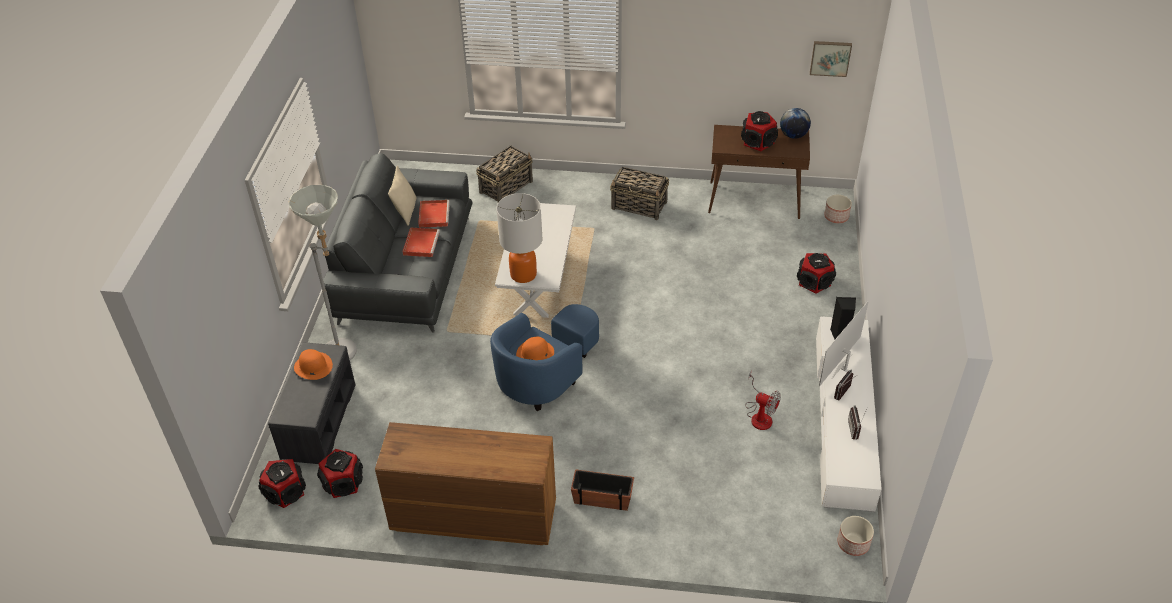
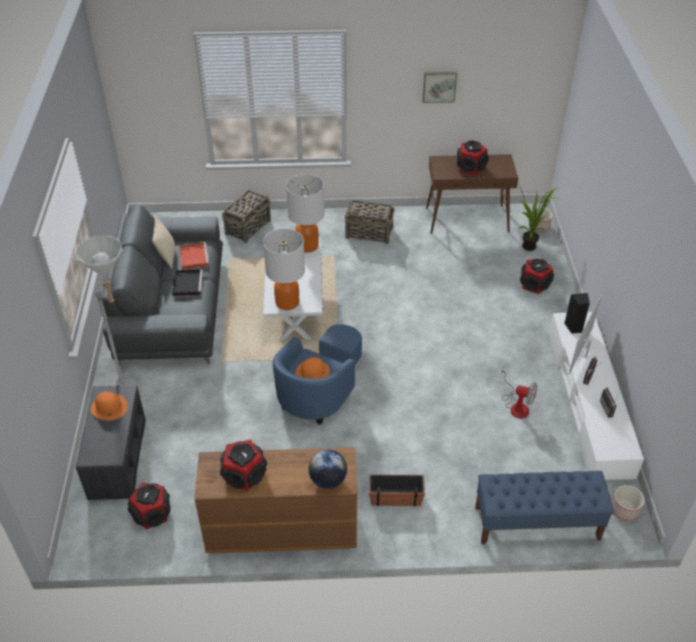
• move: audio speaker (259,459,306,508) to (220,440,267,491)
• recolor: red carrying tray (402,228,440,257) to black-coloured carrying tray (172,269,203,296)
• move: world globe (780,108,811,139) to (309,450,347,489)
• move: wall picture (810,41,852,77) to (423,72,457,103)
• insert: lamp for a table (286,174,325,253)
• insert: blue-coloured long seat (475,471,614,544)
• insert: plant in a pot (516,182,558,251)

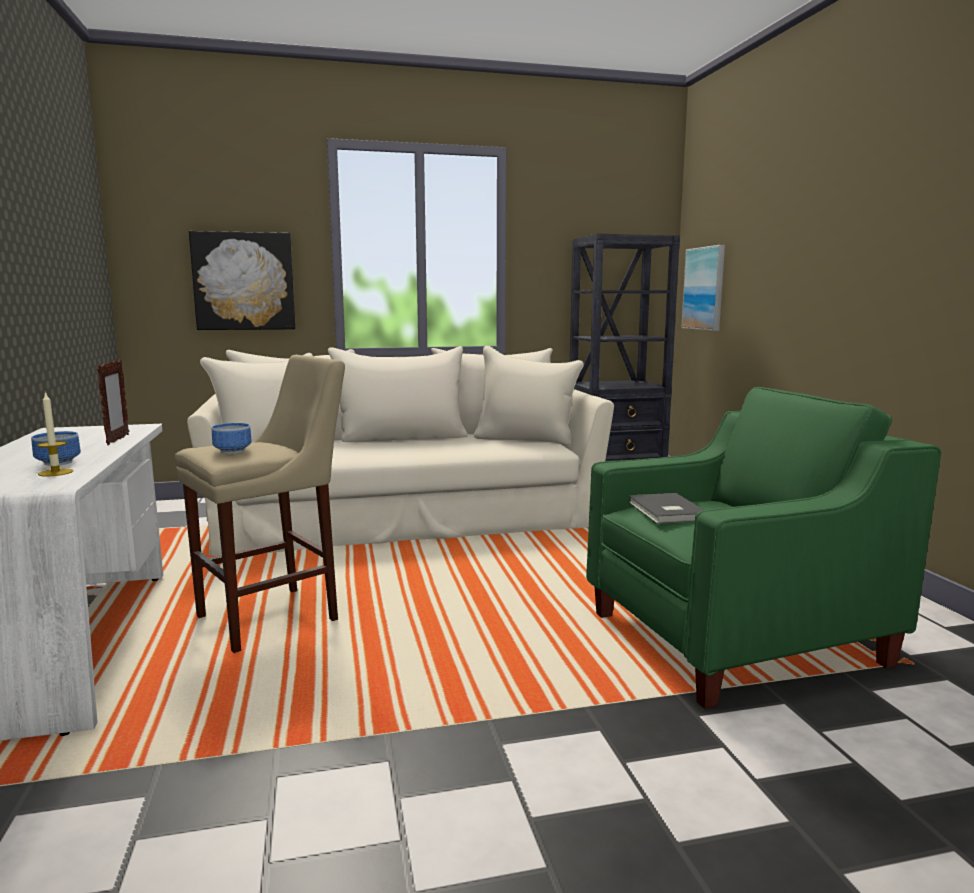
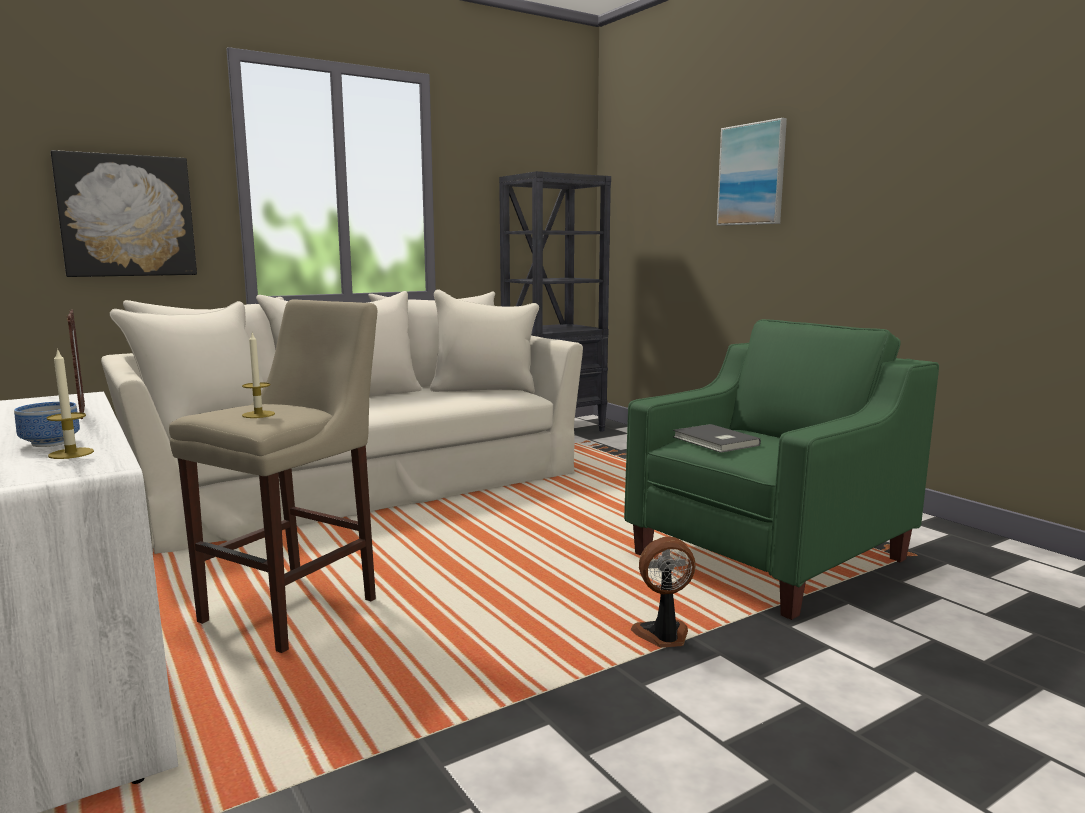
• replace: serving bowl (212,423,252,454) to wax light (242,333,275,418)
• move: wall picture (681,245,725,331) to (717,118,787,226)
• insert: fan (631,536,695,648)

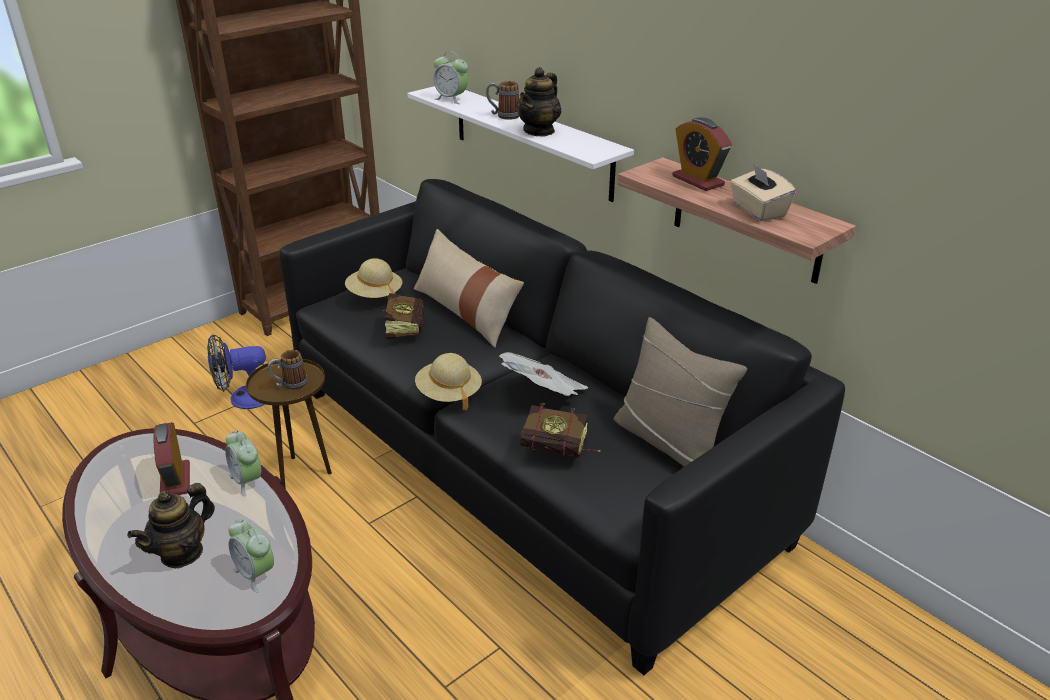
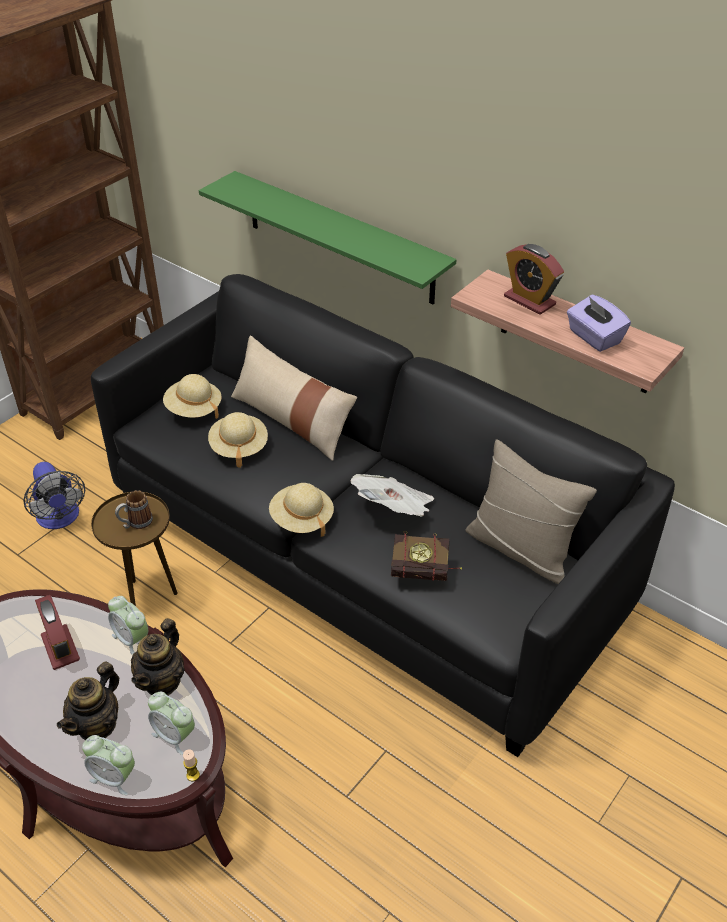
• rotate: fan (207,334,266,409) = (23,462,85,529) 90 degrees counterclockwise
• replace: bound book (383,293,425,340) to beige clothing hat (208,412,268,468)
• recolor: whitish bracket shelf (407,86,634,202) to green-coloured bracket shelf (199,171,456,304)
• move: bedside clock (433,51,468,104) to (82,735,135,795)
• delete: mug (486,81,520,120)
• move: teapot (517,67,561,137) to (131,618,185,696)
• recolor: beige box of tissues (730,163,796,221) to purplish box of tissues (567,295,631,352)
• insert: wax light (183,749,200,781)

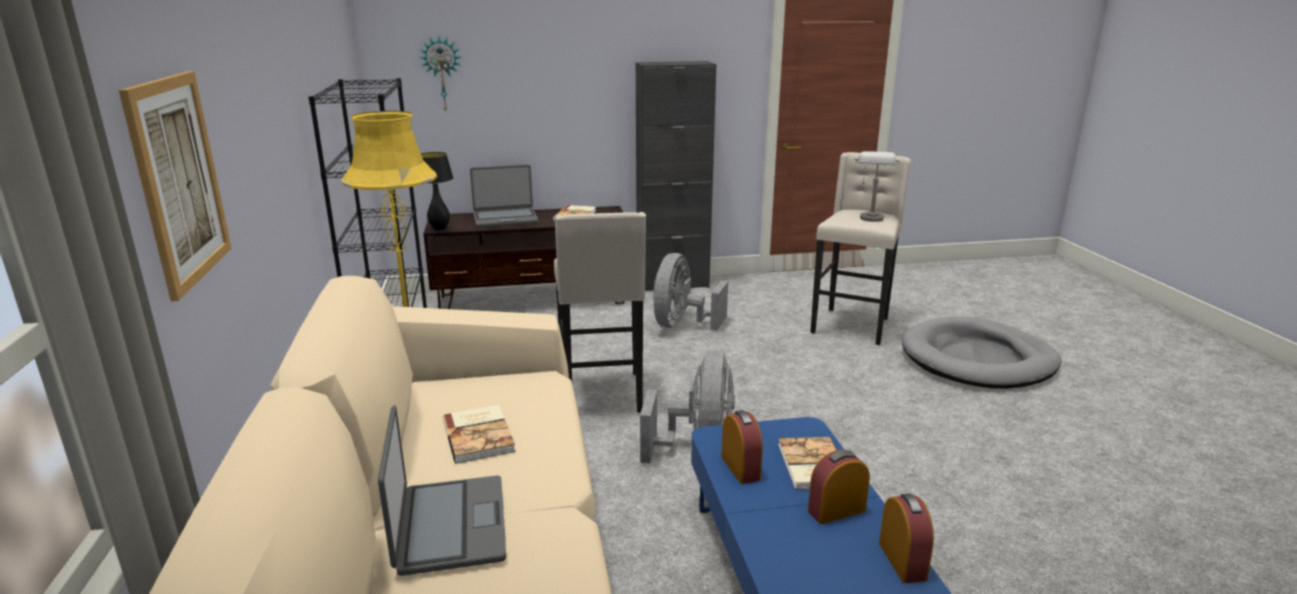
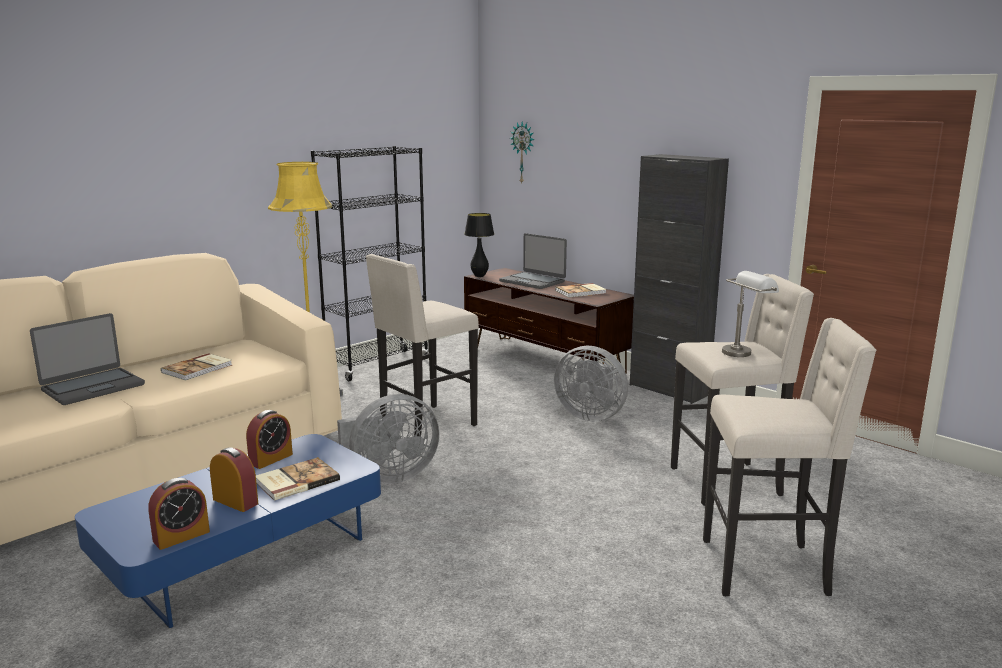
• delete: wall picture (119,71,232,301)
• rotate: grey fan (654,253,728,330) = (554,346,628,421) 135 degrees counterclockwise
• replace: grey dog cushion (901,316,1062,389) to beige stool (703,318,877,596)

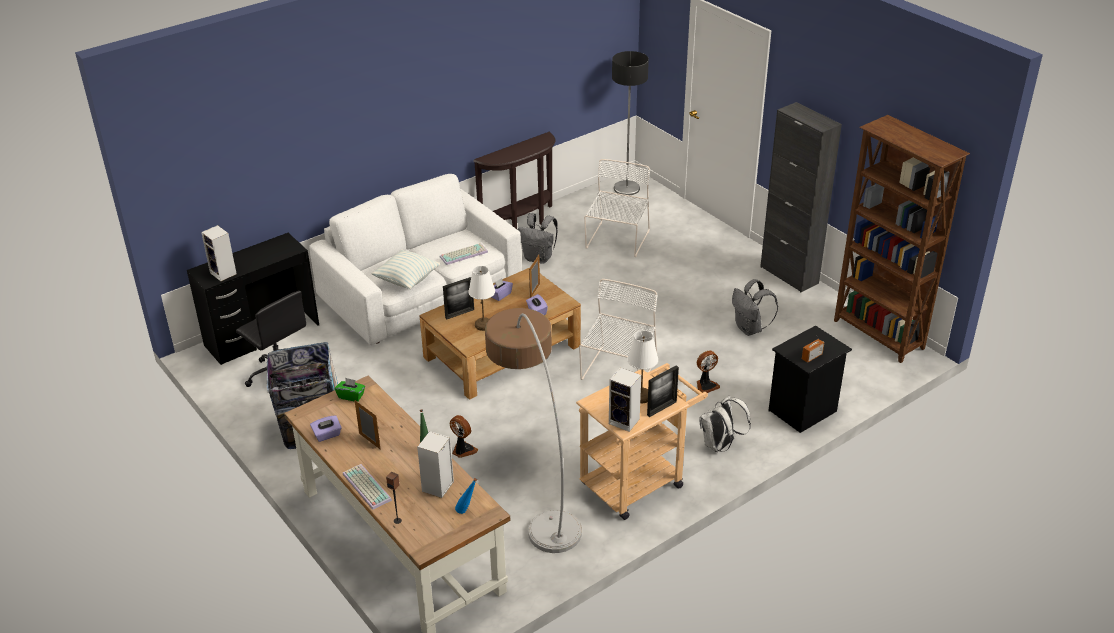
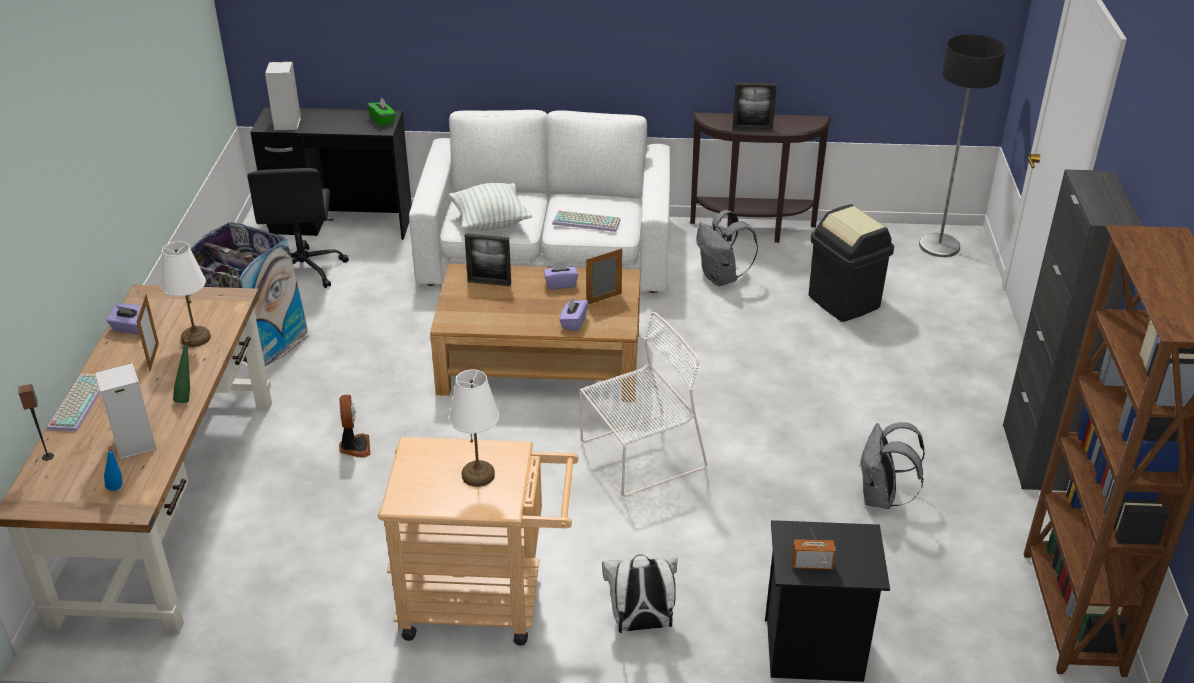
• move: green-coloured box of tissues (335,378,365,402) to (367,98,396,126)
• move: whitish lamp for a table (468,266,495,331) to (161,241,211,347)
• delete: floor lamp (485,308,582,553)
• replace: whitish upright chair (584,159,650,257) to black-coloured trash can (809,204,894,322)
• delete: audio speaker (609,367,641,432)
• move: picture frame (647,365,679,417) to (732,83,777,131)
• delete: fan (697,351,720,393)

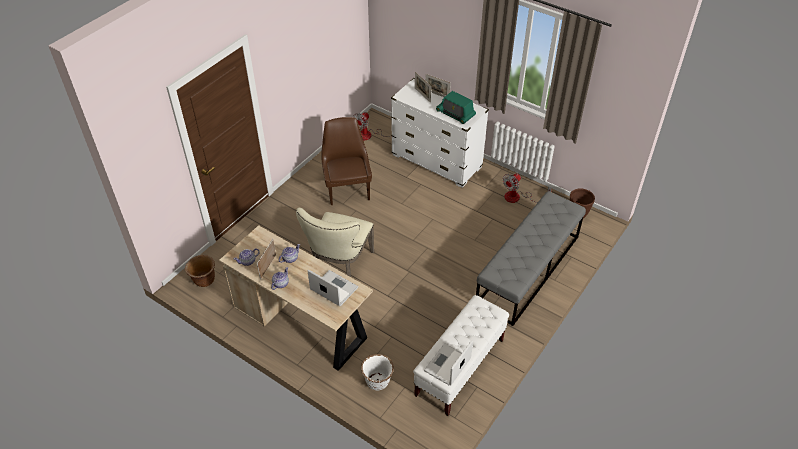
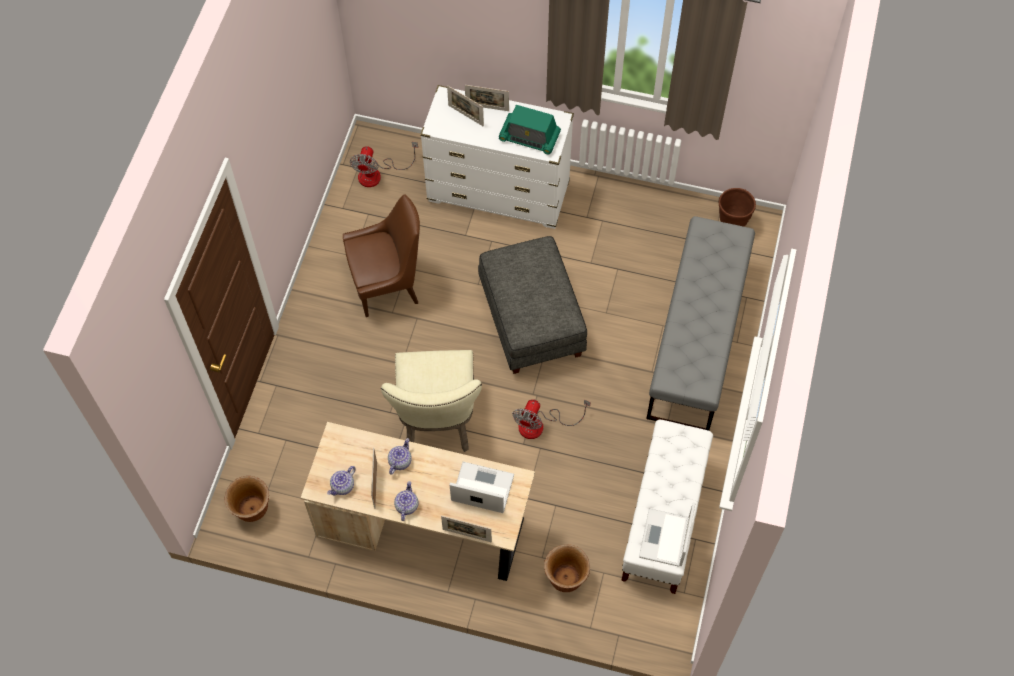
• rotate: brownish upright chair (321,117,372,205) = (343,194,420,317) 105 degrees clockwise
• recolor: whitish flower pot (361,354,394,391) to brownish flower pot (544,544,590,592)
• move: fan (503,173,552,203) to (512,399,590,439)
• insert: picture frame (441,516,492,542)
• insert: grey pouffe (478,236,587,374)

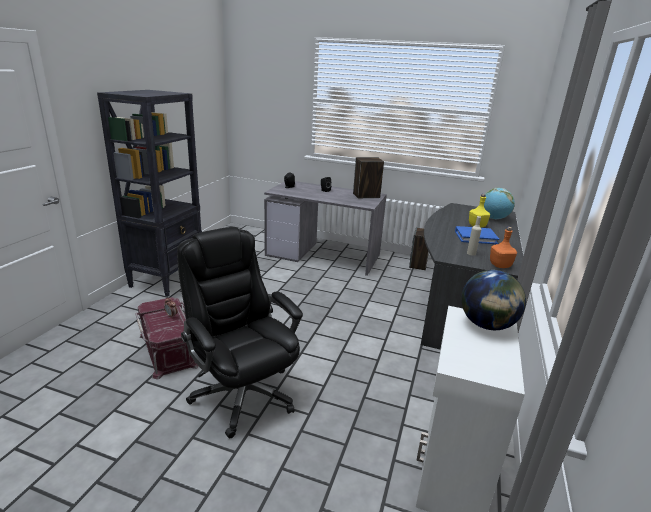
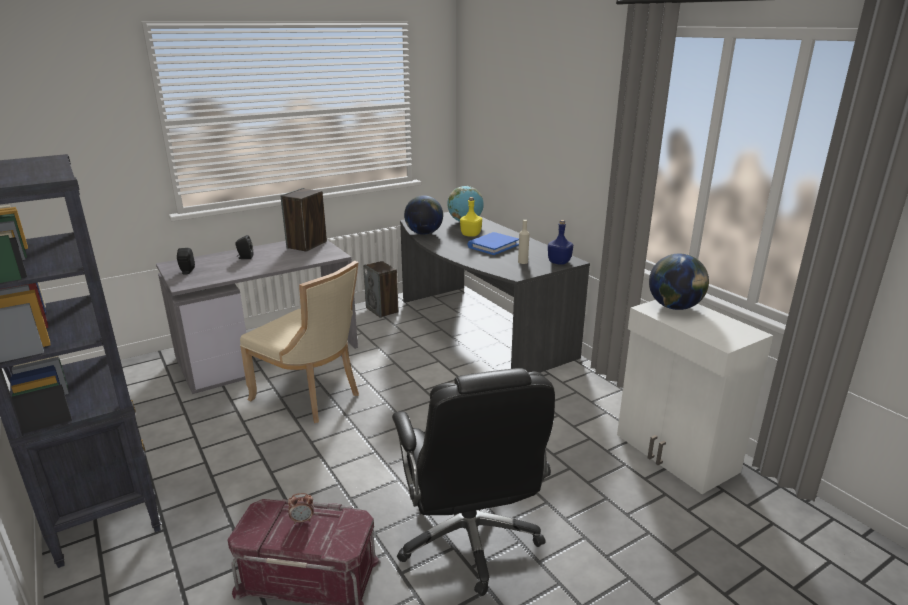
• rotate: black-coloured computer chair (177,227,303,438) = (392,368,555,596) 105 degrees counterclockwise
• recolor: orange beverage bottle (490,227,517,268) to blue-coloured beverage bottle (548,220,573,265)
• insert: beige upright chair (240,261,359,423)
• insert: world globe (404,195,443,235)

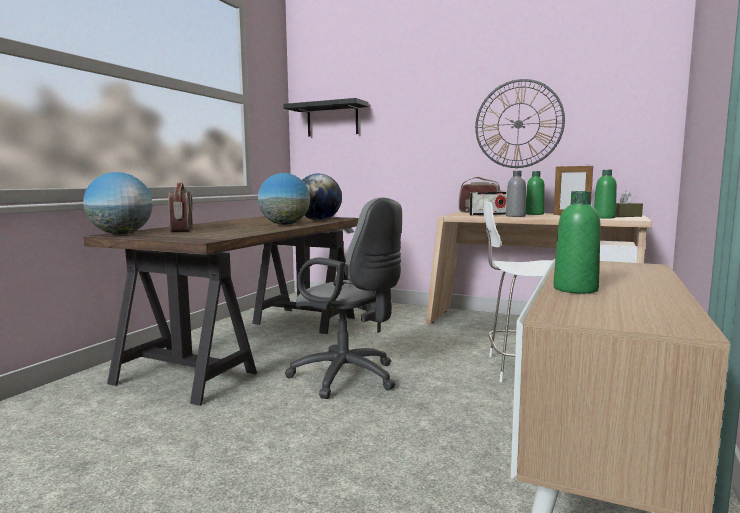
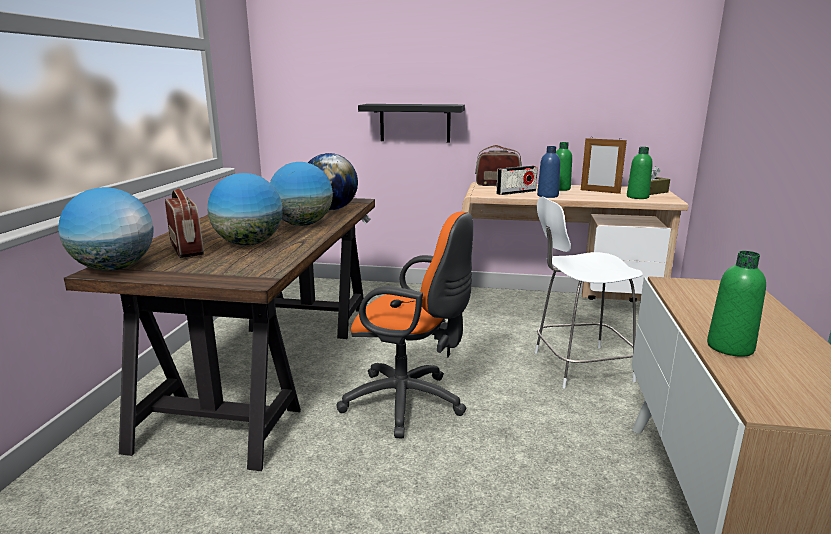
• move: black-coloured bracket shelf (283,98,369,137) to (358,104,465,143)
• recolor: grey computer chair (285,198,402,399) to orange computer chair (337,211,473,438)
• delete: clock on the wall (475,79,565,168)
• recolor: grey beverage bottle (506,171,526,217) to blue-coloured beverage bottle (537,146,560,198)
• insert: world globe (207,173,283,246)

